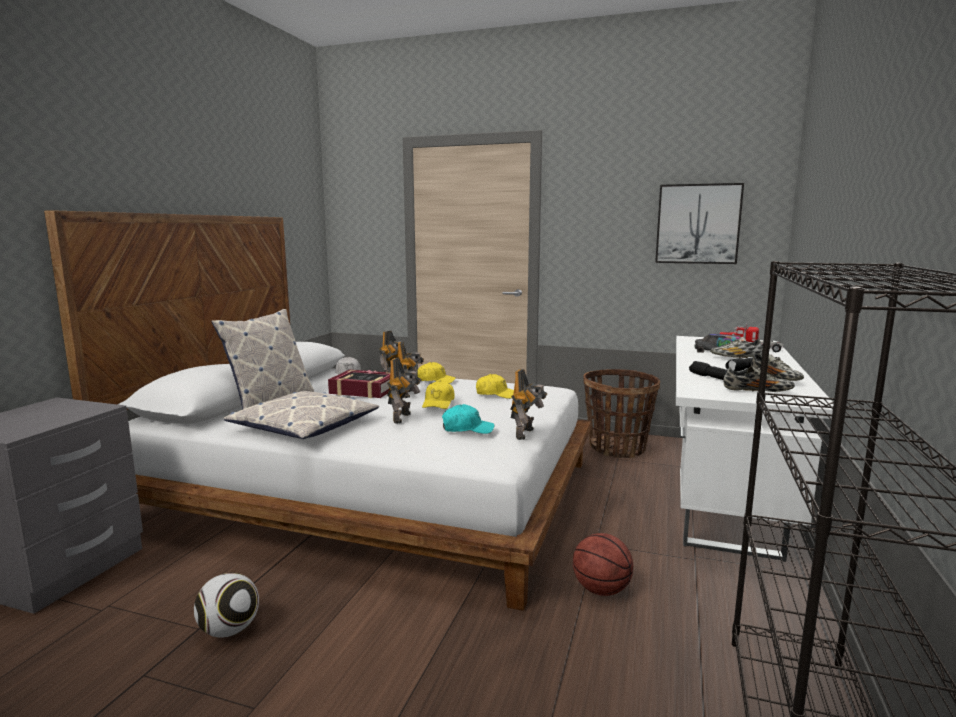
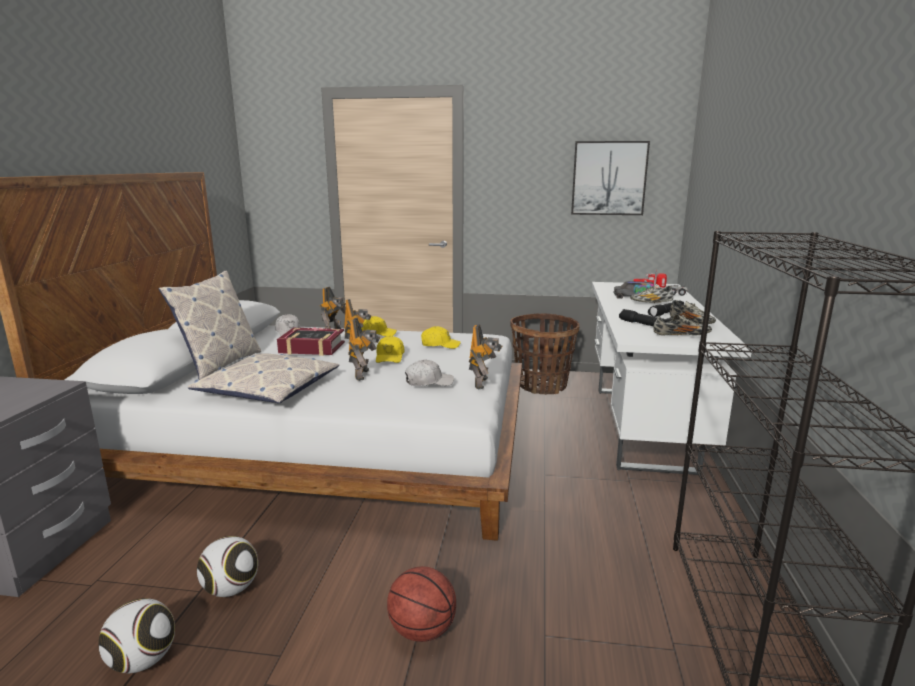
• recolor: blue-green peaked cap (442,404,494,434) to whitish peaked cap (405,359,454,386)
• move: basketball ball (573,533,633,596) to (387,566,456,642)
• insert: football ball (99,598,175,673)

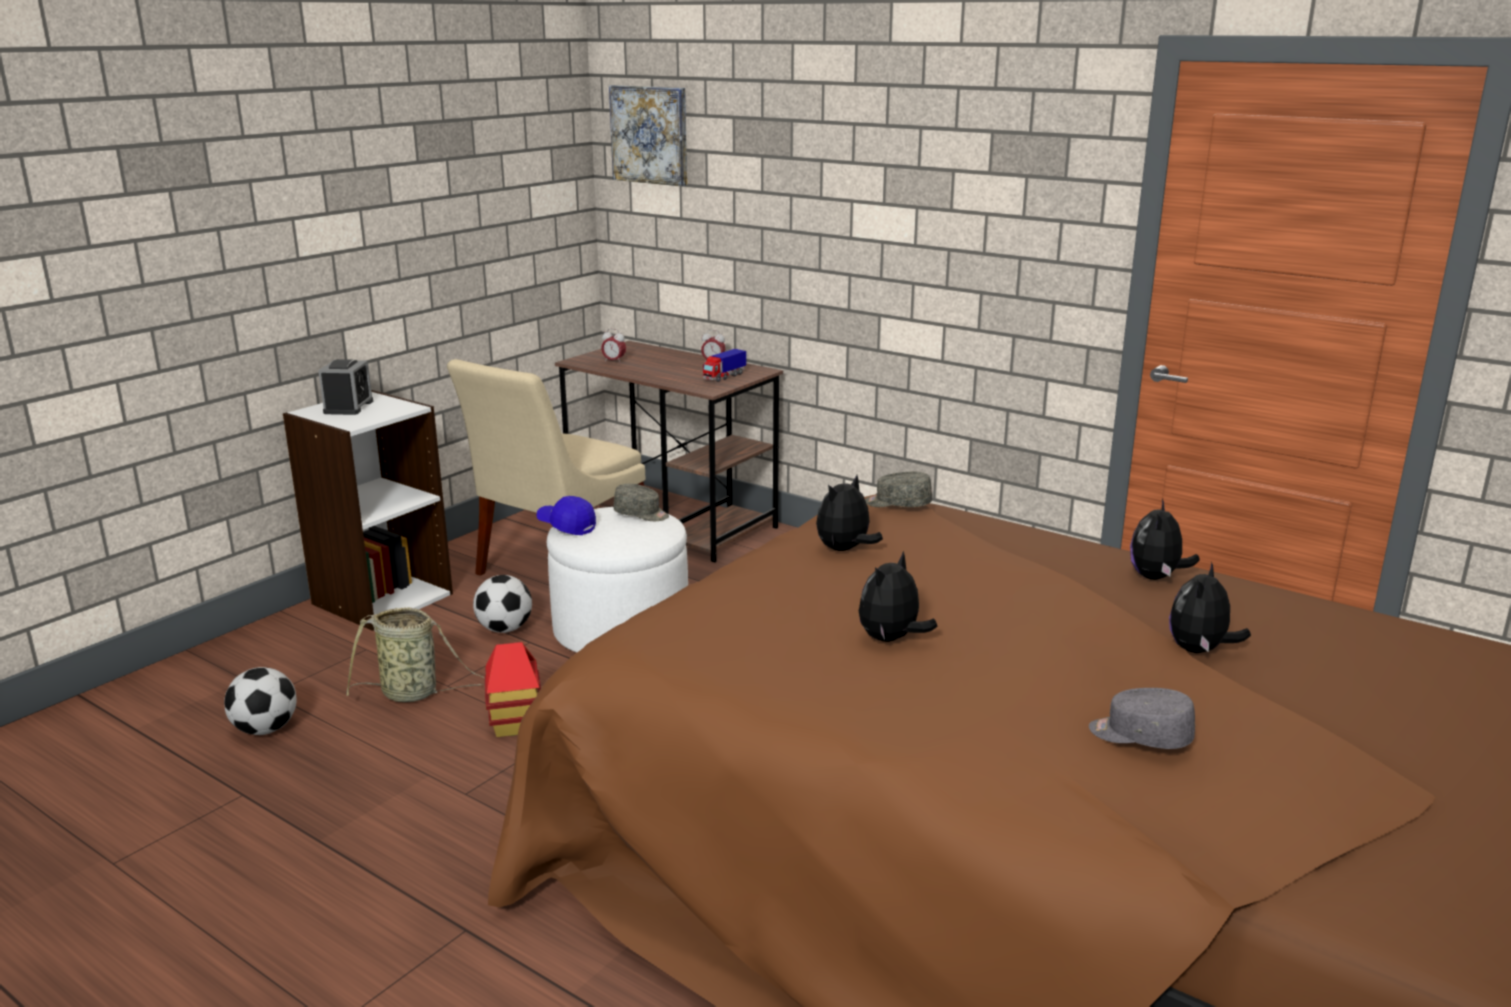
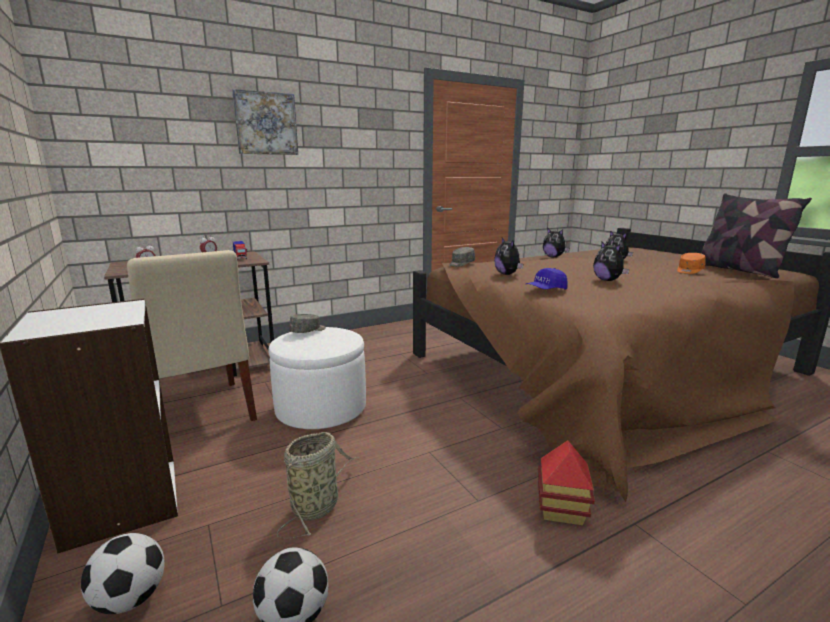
• delete: bedside clock (318,359,373,415)
• move: football ball (473,575,532,633) to (81,533,165,614)
• move: toy house (484,642,541,737) to (538,440,595,525)
• move: blue-coloured peaked cap (536,496,596,535) to (526,268,568,289)
• move: wall picture (609,85,687,186) to (232,89,298,155)
• recolor: grey peaked cap (1089,688,1195,749) to orange peaked cap (677,253,706,274)
• insert: cushion (701,193,812,278)

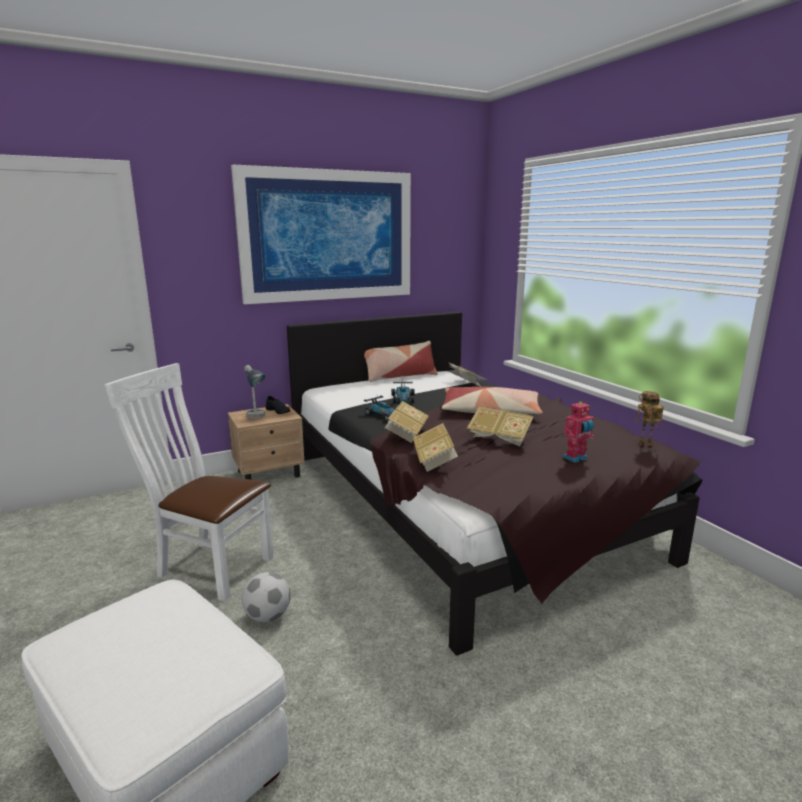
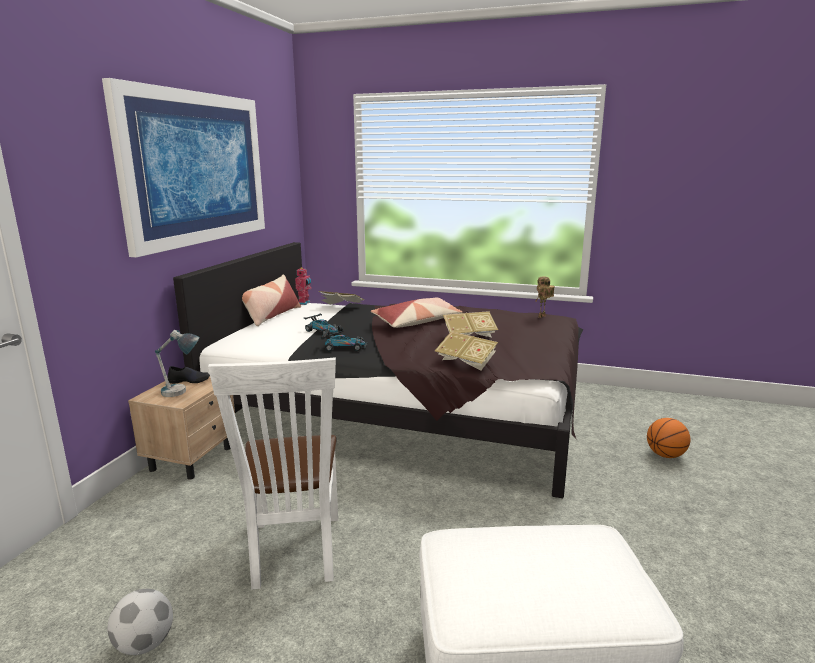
• rotate: whitish upright chair (105,363,273,601) = (208,357,338,590) 75 degrees counterclockwise
• move: football ball (242,572,291,622) to (107,589,173,655)
• delete: bound book (385,401,429,443)
• move: model robot (563,402,594,463) to (295,267,312,305)
• insert: basketball ball (647,418,690,458)

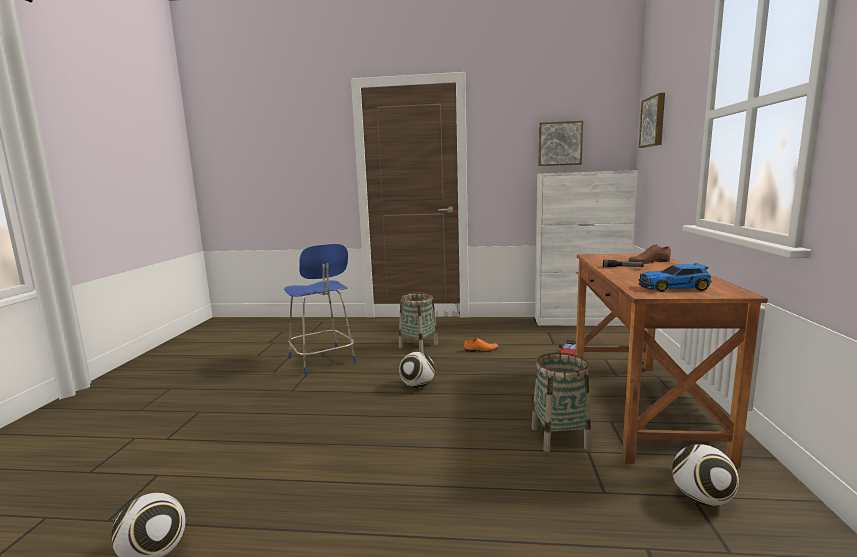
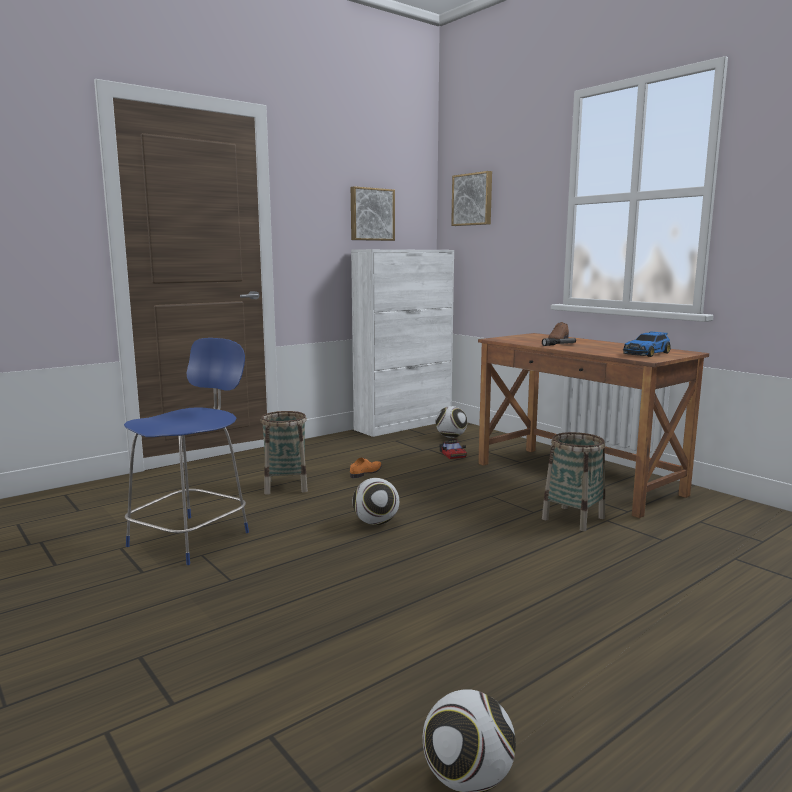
• rotate: blue-coloured upright chair (284,244,356,375) = (124,338,249,565) 75 degrees counterclockwise
• move: football ball (672,444,739,506) to (436,406,467,438)

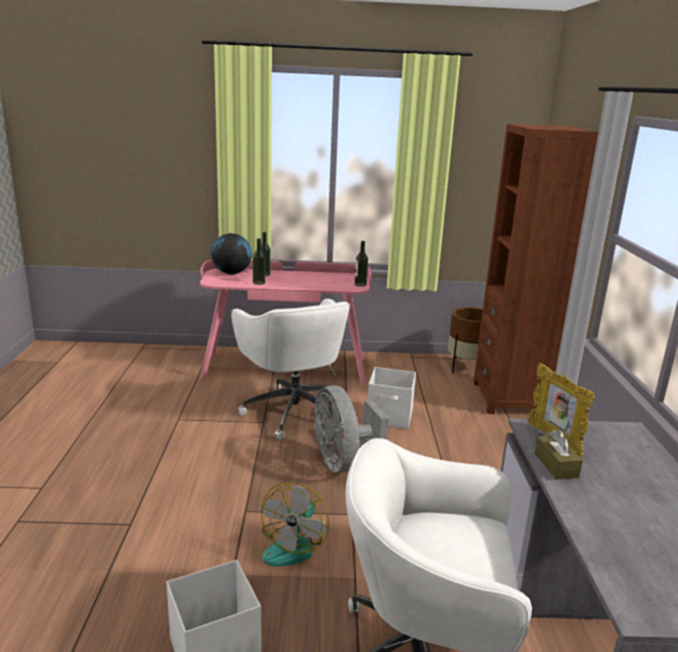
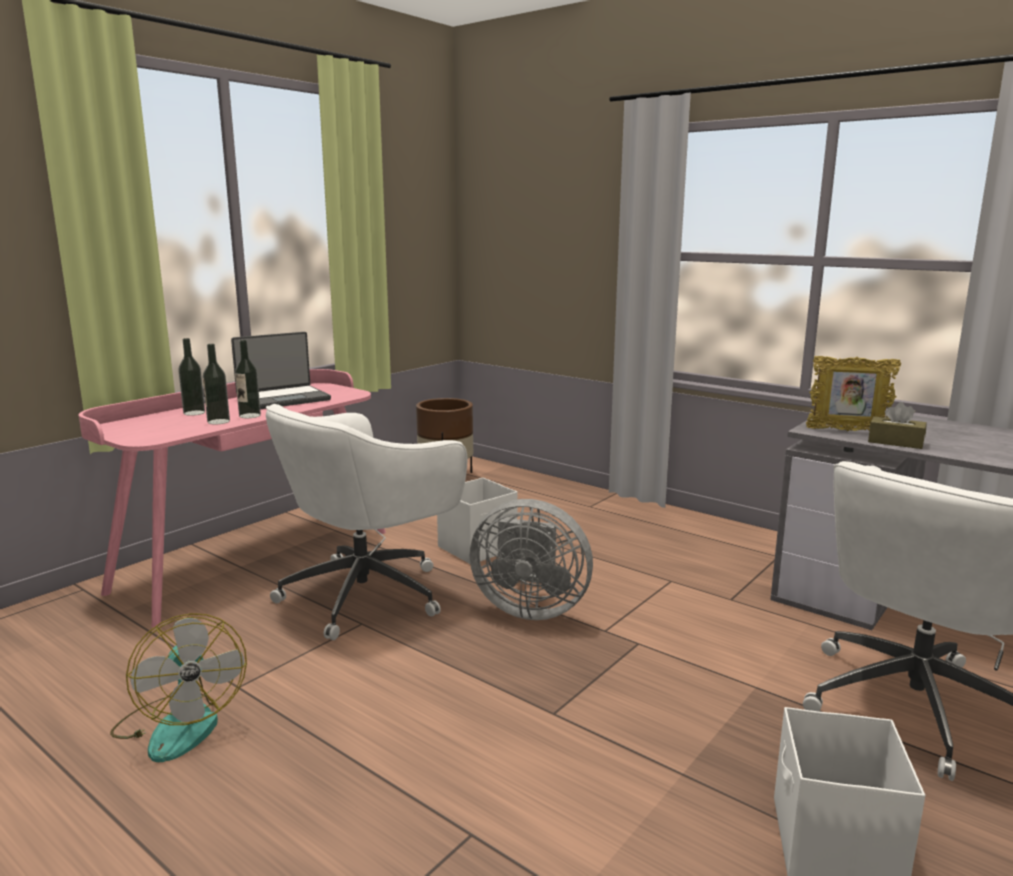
• delete: world globe (211,233,252,275)
• rotate: whitish computer chair (231,299,350,440) = (266,404,467,640) 120 degrees clockwise
• move: fan (261,482,329,566) to (110,613,247,762)
• move: beverage bottle (355,241,368,287) to (235,340,261,418)
• delete: brownish bookcase (473,124,598,414)
• insert: notebook computer (231,332,331,409)

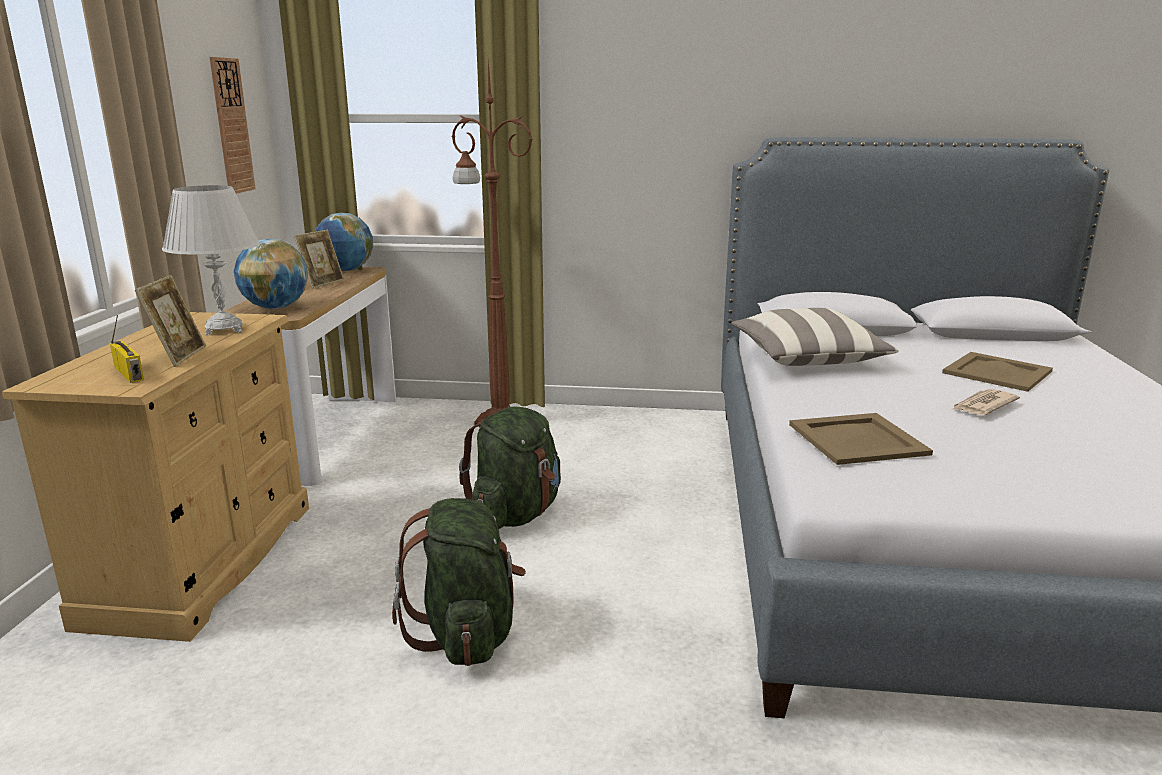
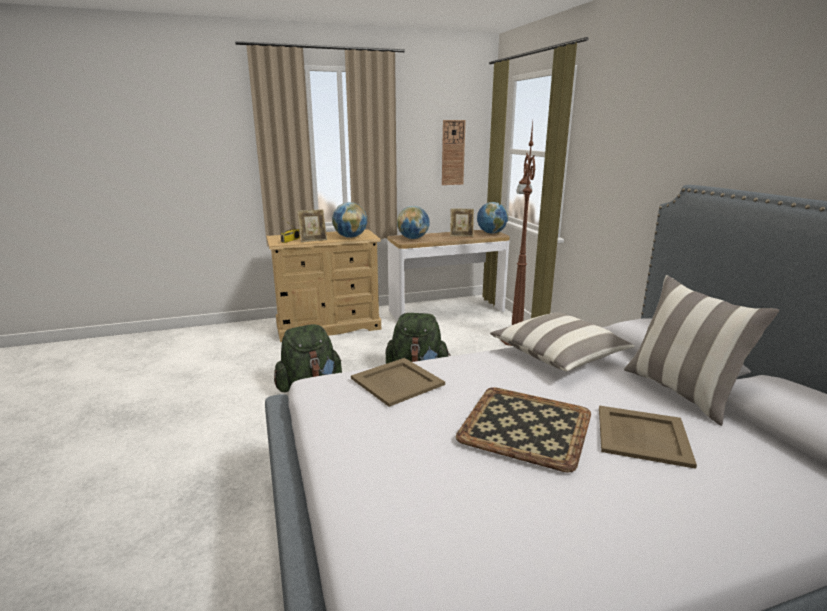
• replace: whitish lamp for a table (162,185,260,335) to world globe (332,202,367,238)
• replace: daily paper (952,389,1020,415) to carrying tray (456,387,591,473)
• insert: cushion (624,275,779,426)

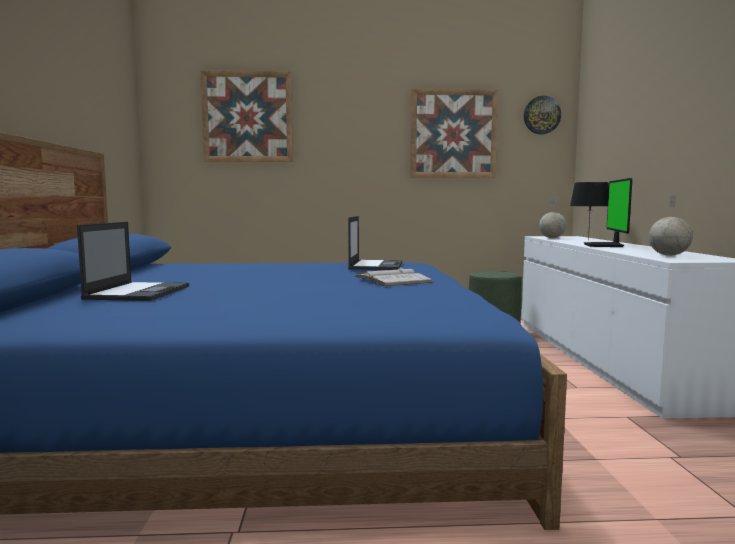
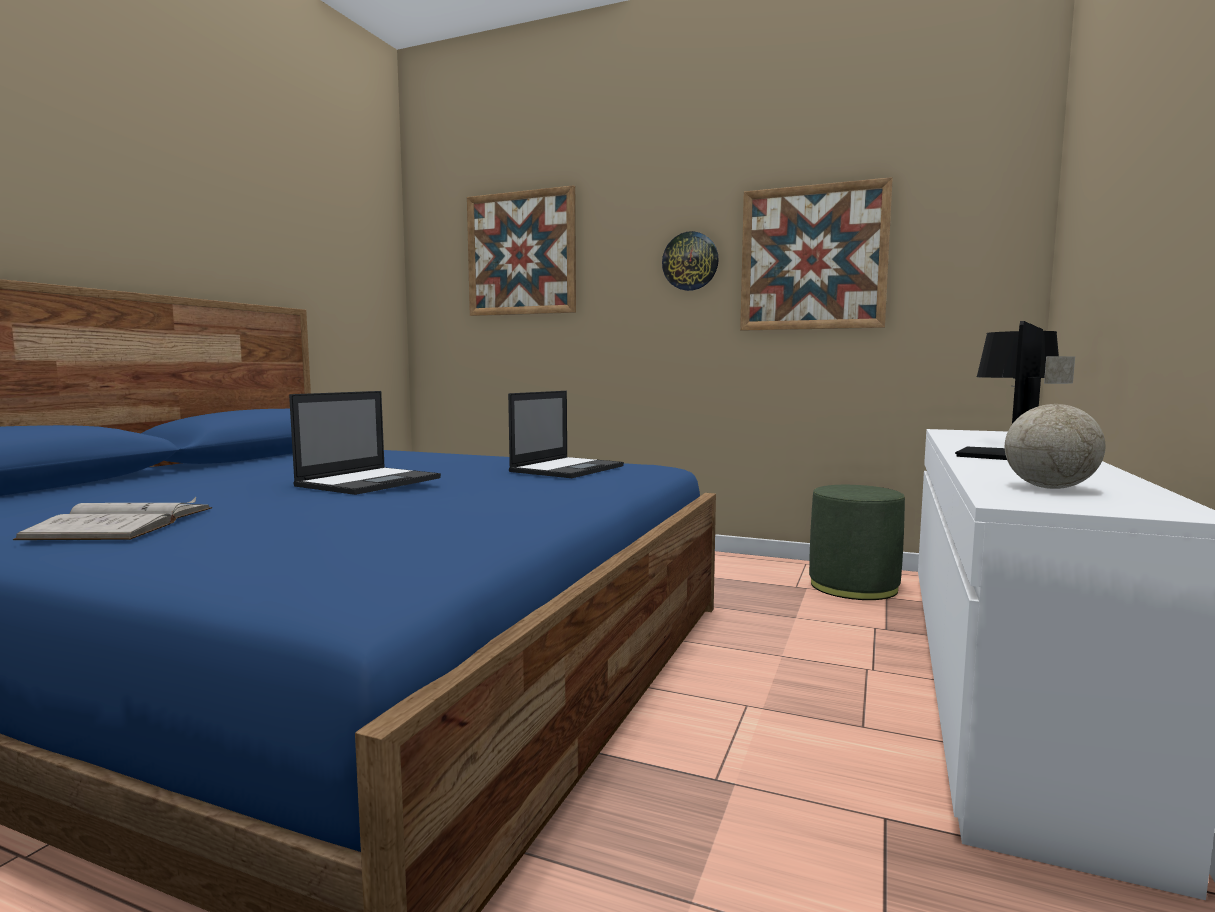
• move: notebook computer (77,222,189,301) to (289,391,441,495)
• move: whitish bound book (355,267,434,286) to (13,497,212,540)
• move: clock on the wall (524,96,561,134) to (662,231,719,291)
• delete: world globe (539,198,566,238)

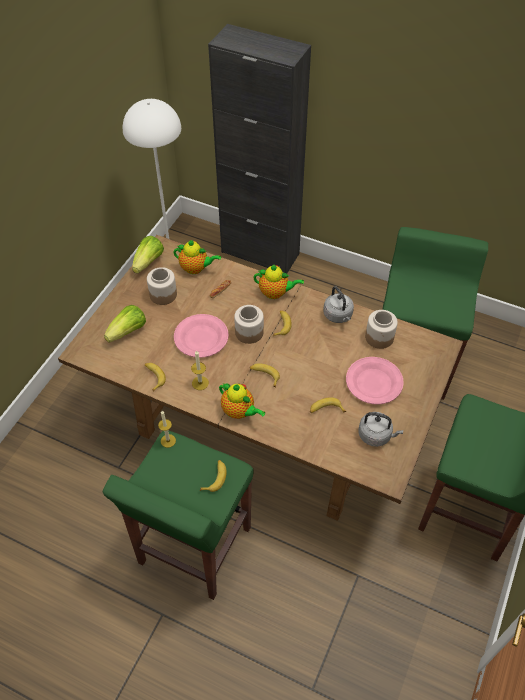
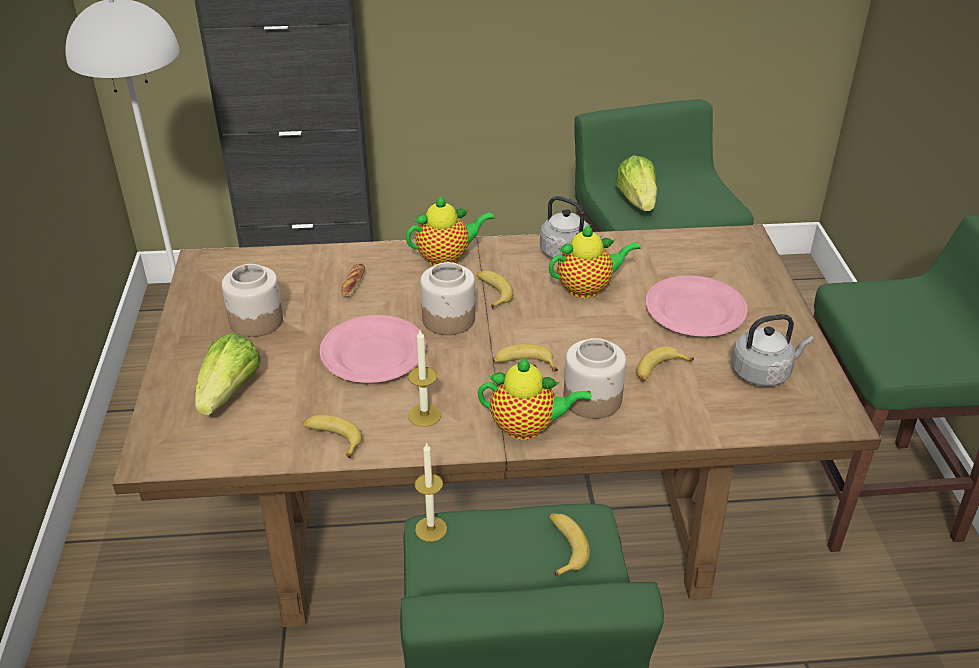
• move: head of lettuce (132,236,164,274) to (616,155,657,211)
• move: teapot (173,240,221,274) to (549,224,641,299)
• move: preserve jar (365,310,398,349) to (564,338,626,419)

